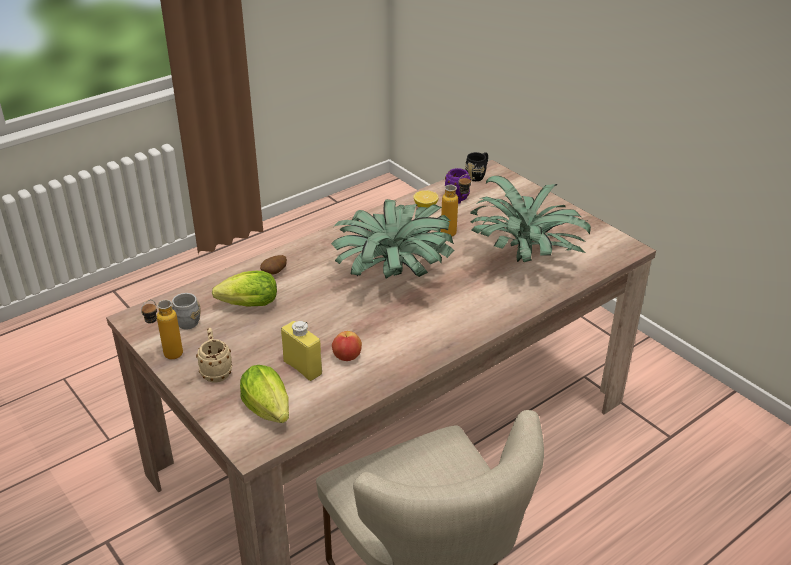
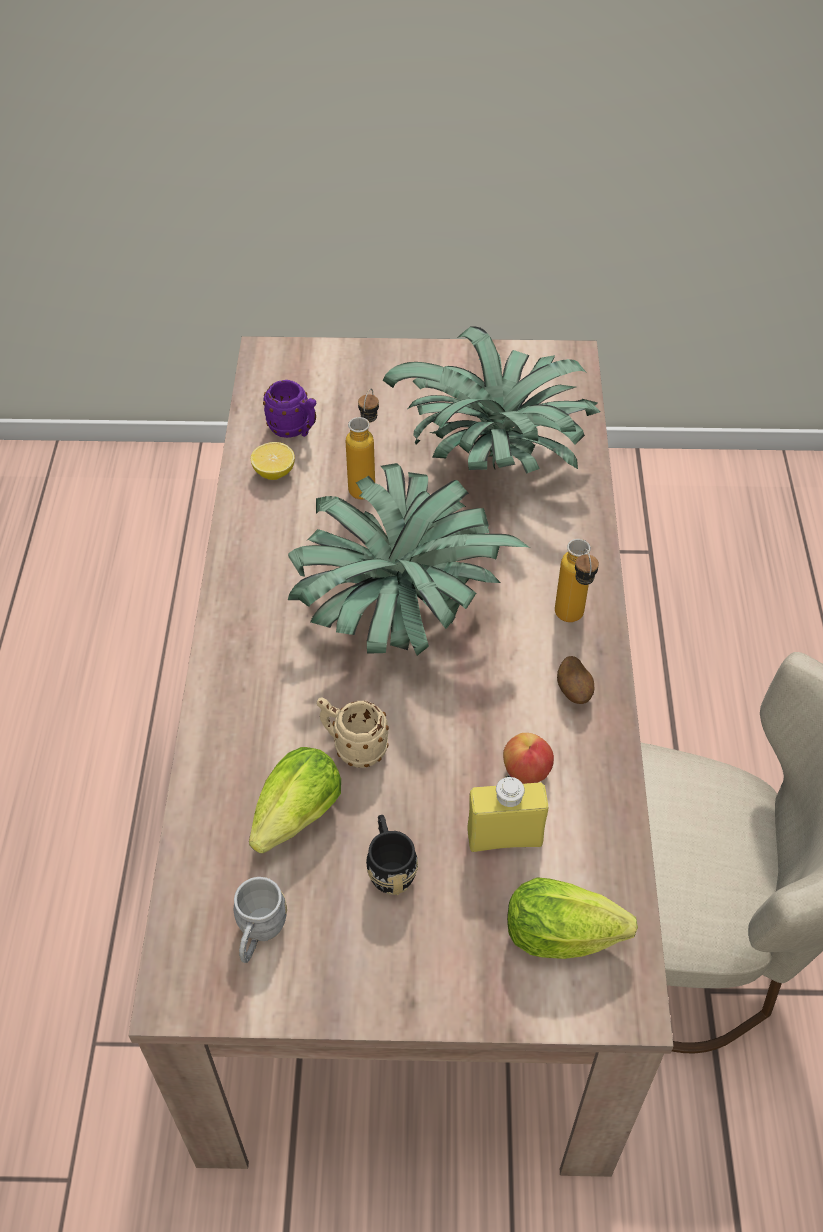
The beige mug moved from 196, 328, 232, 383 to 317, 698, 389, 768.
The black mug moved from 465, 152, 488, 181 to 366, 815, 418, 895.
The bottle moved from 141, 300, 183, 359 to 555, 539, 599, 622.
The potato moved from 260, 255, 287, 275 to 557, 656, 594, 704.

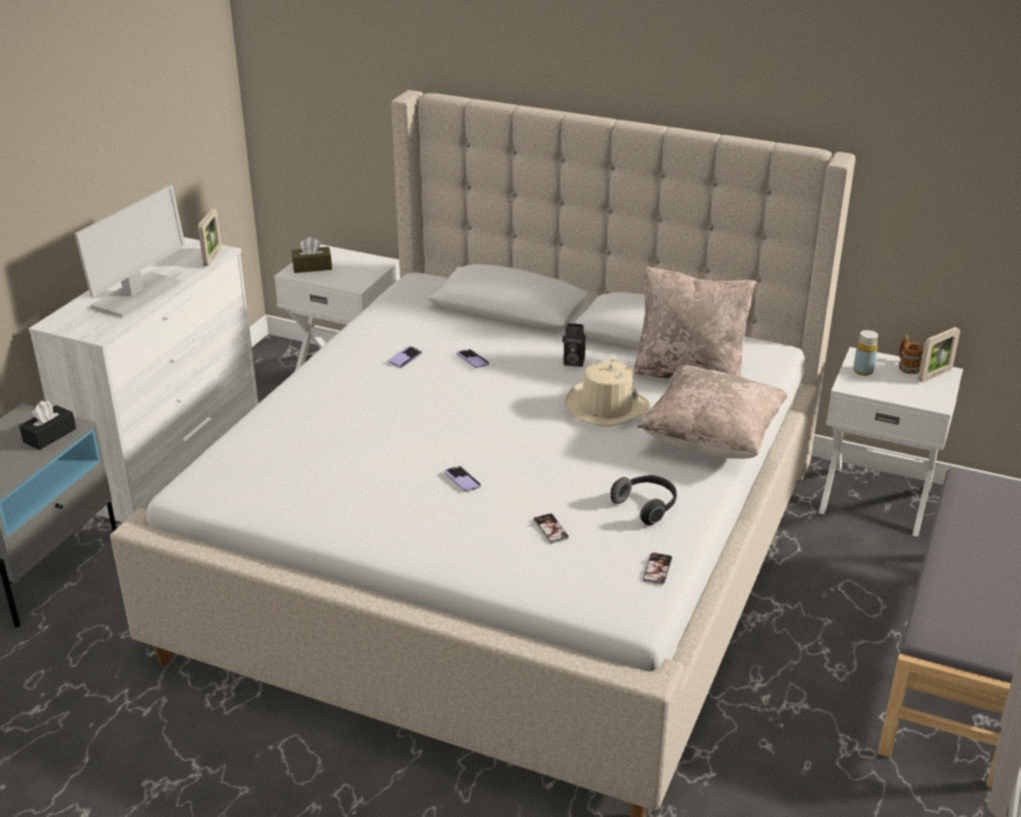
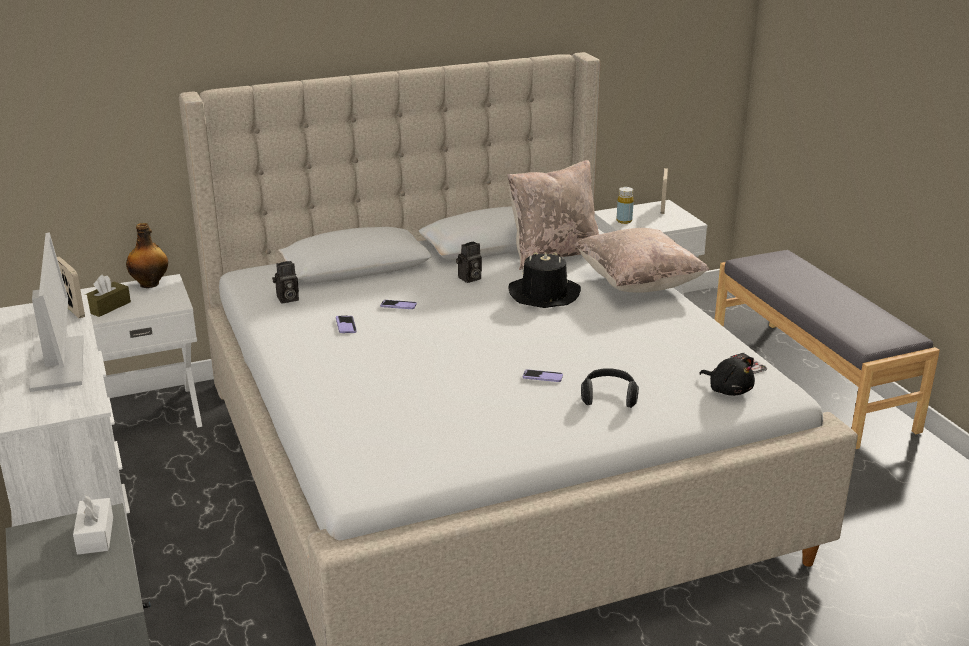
The black tissue box at 19, 401, 76, 450 became the white tissue box at 73, 495, 113, 555.
The bottle at 126, 223, 168, 288 appeared.
The photo camera at 272, 261, 299, 303 appeared.
The beige hat at 565, 358, 649, 427 became the black hat at 508, 252, 581, 308.
The headphones moved from 610, 475, 677, 525 to 581, 368, 639, 408.
The black plush toy at 699, 357, 755, 396 appeared.
The phone at 533, 513, 569, 543 disappeared.
The mug at 899, 335, 924, 374 disappeared.

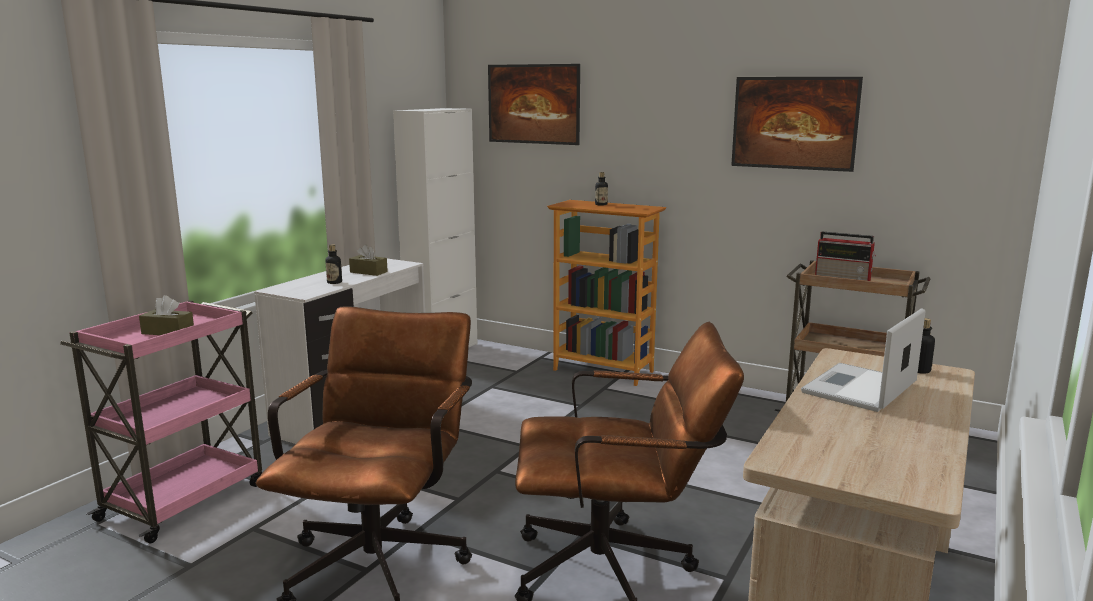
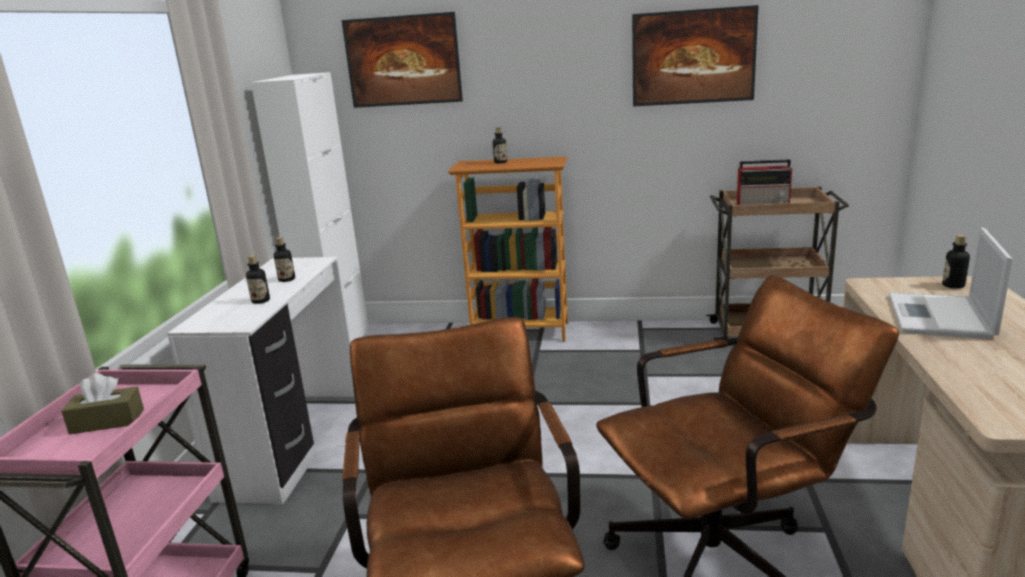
The brown tissue box at 349, 244, 388, 276 was replaced by the bottle at 274, 237, 295, 282.

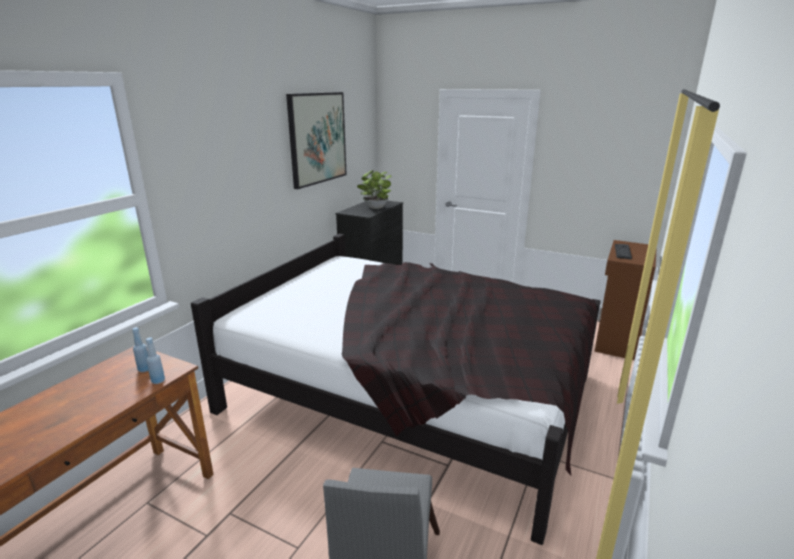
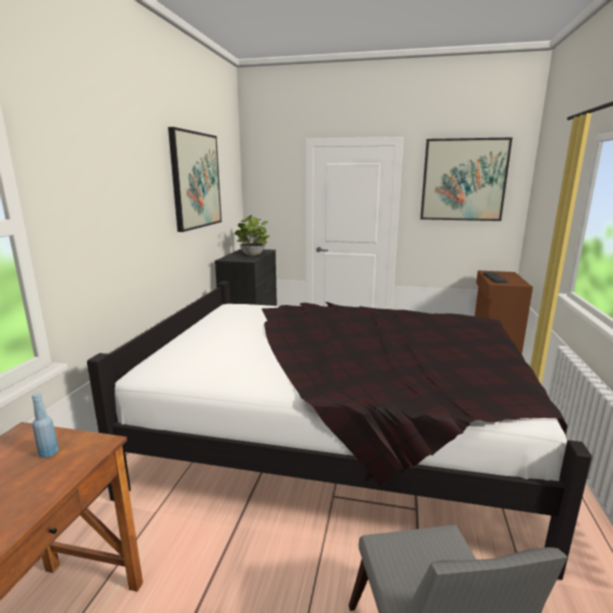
The picture at 420, 138, 512, 221 appeared.
The blue bottle at 146, 338, 165, 384 disappeared.

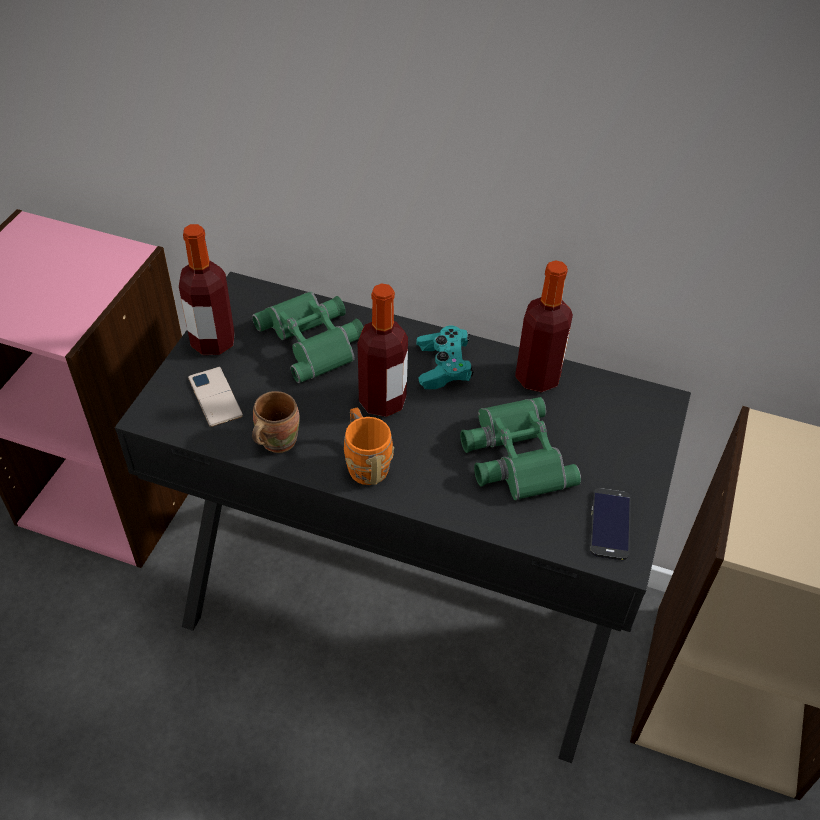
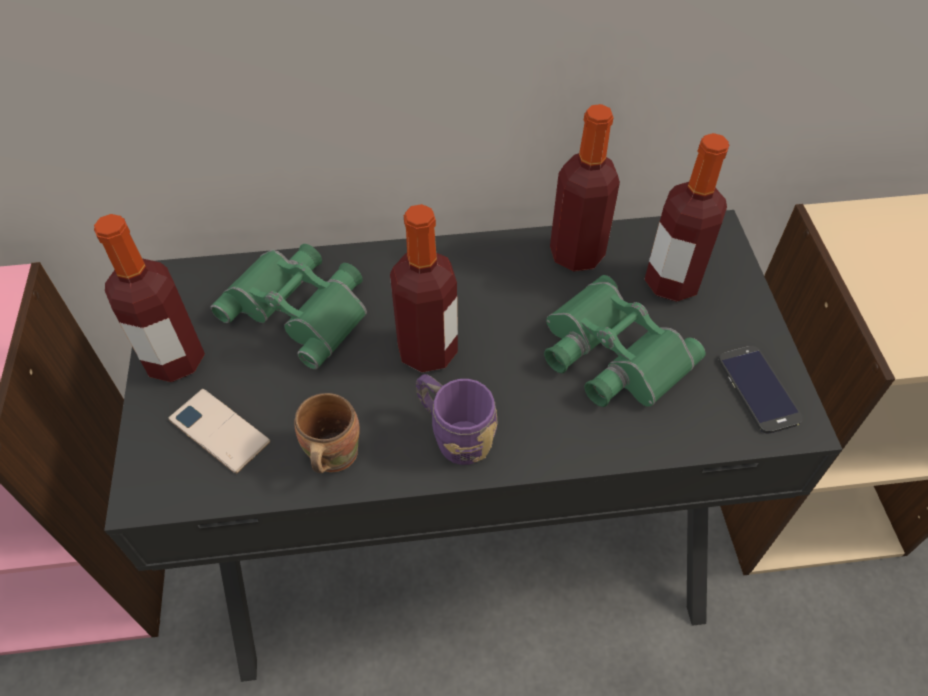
The orange mug at 344, 407, 394, 485 became the purple mug at 416, 374, 498, 465.
The bottle at 645, 133, 729, 302 appeared.
The turquoise game controller at 416, 326, 474, 389 disappeared.

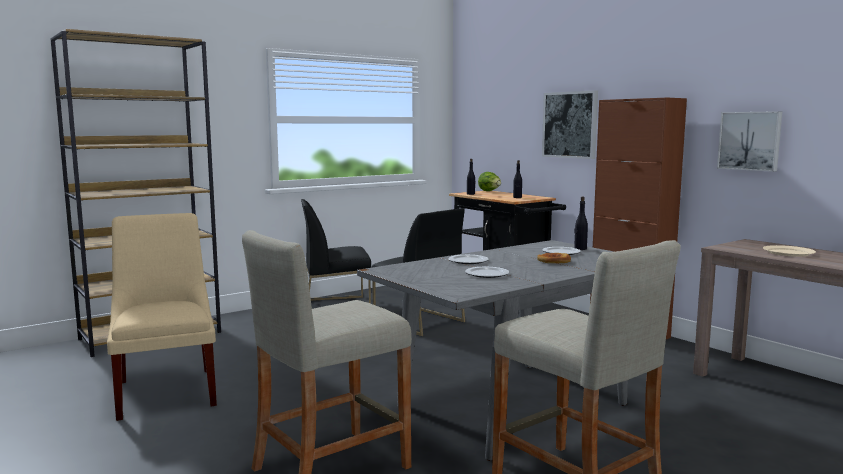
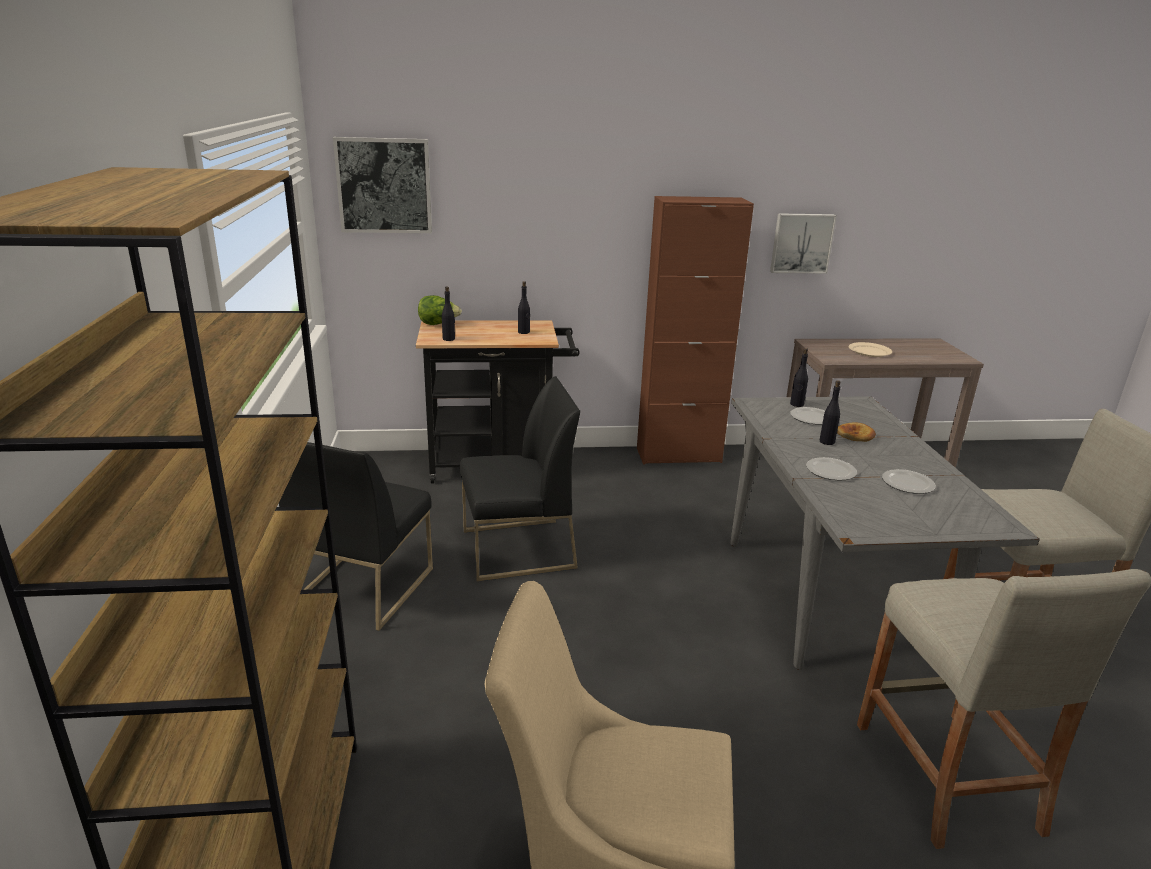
The picture moved from 542, 90, 598, 159 to 333, 137, 432, 233.
The black bottle at 820, 380, 841, 445 appeared.

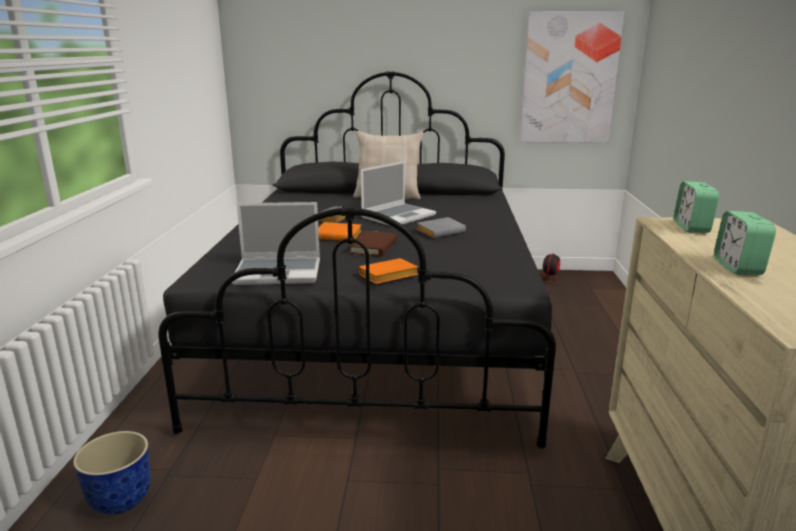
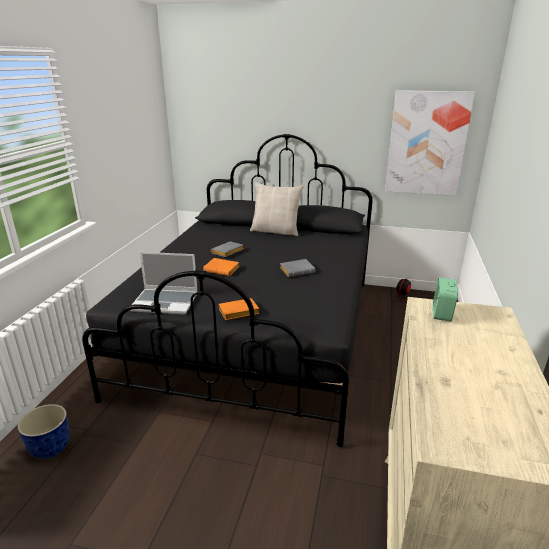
The brown book at 348, 231, 397, 257 disappeared.
The laptop at 361, 161, 436, 226 disappeared.
The alarm clock at 714, 211, 776, 275 disappeared.

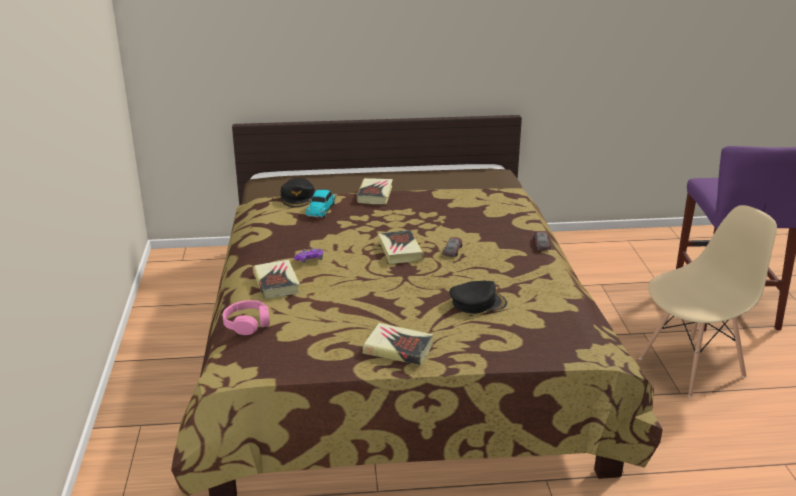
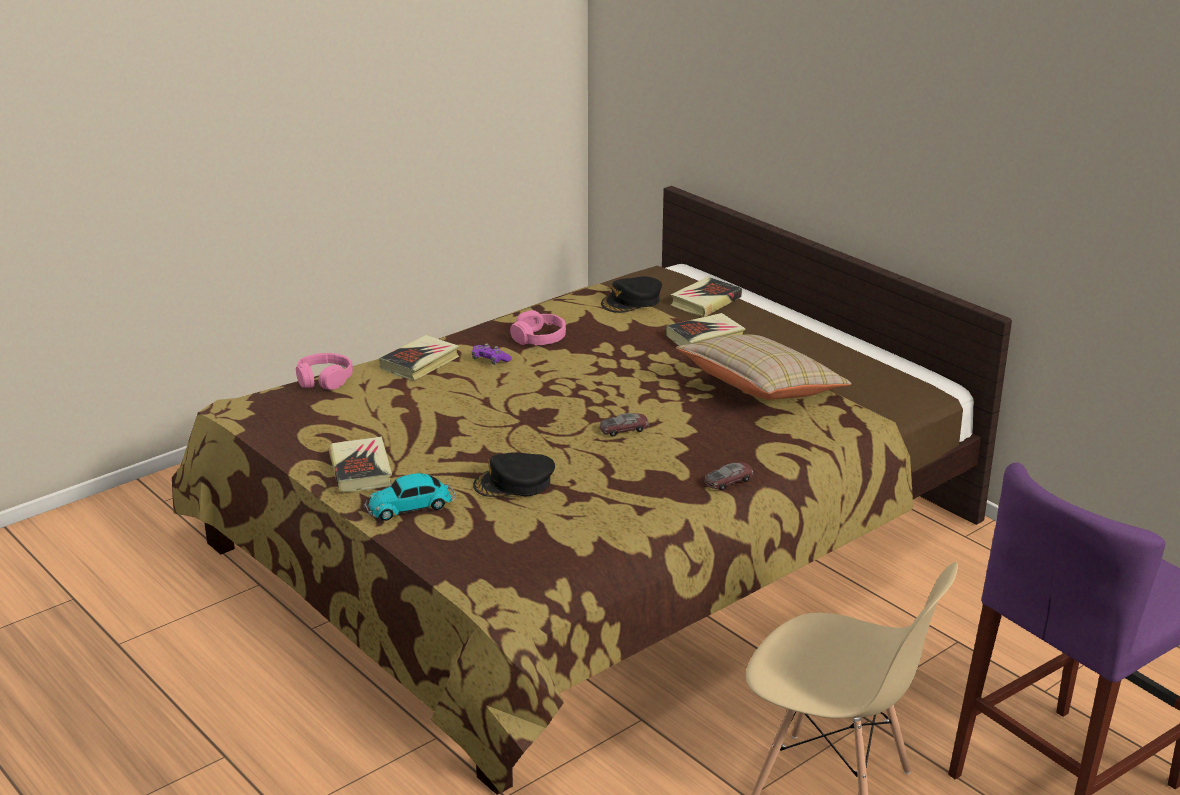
The toy car moved from 306, 189, 336, 218 to 364, 473, 456, 521.
The black cap at 449, 281, 507, 314 turned 120 degrees clockwise.
The pink headphones at 510, 310, 566, 346 appeared.
The book moved from 378, 230, 424, 264 to 671, 277, 742, 317.
The beige pillow at 676, 335, 852, 400 appeared.

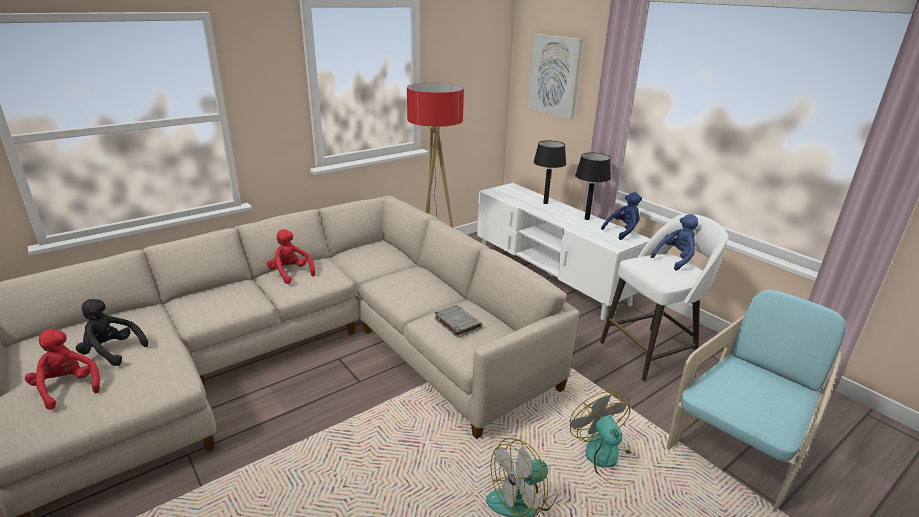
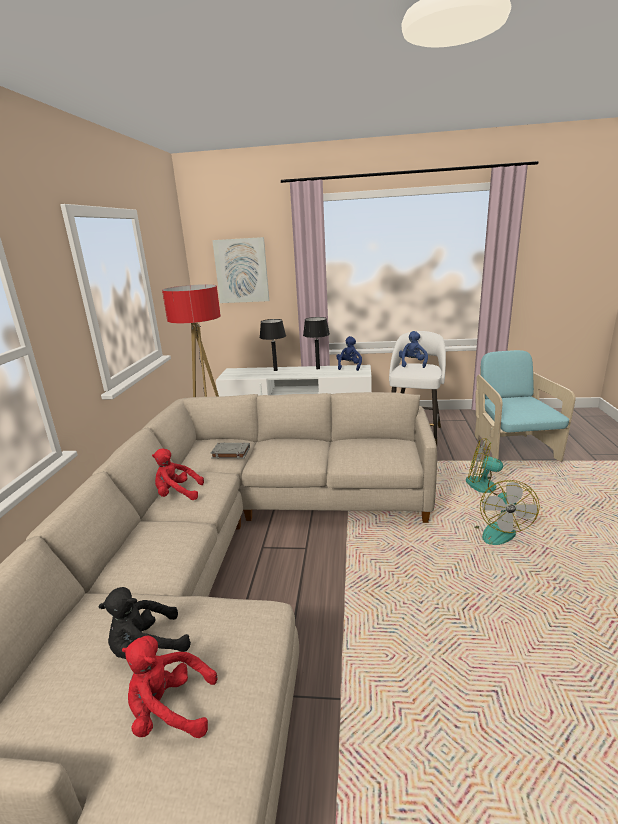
The grey book moved from 434, 304, 482, 338 to 211, 442, 250, 459.

